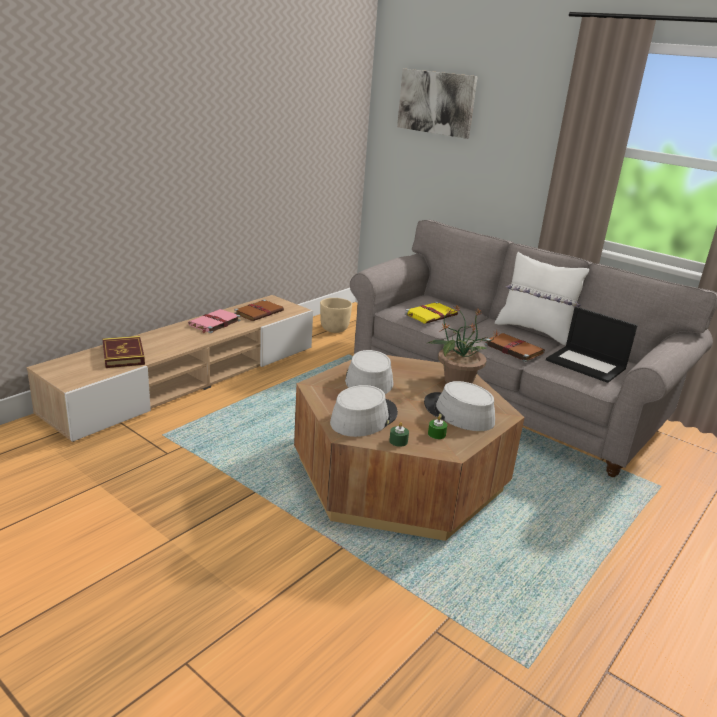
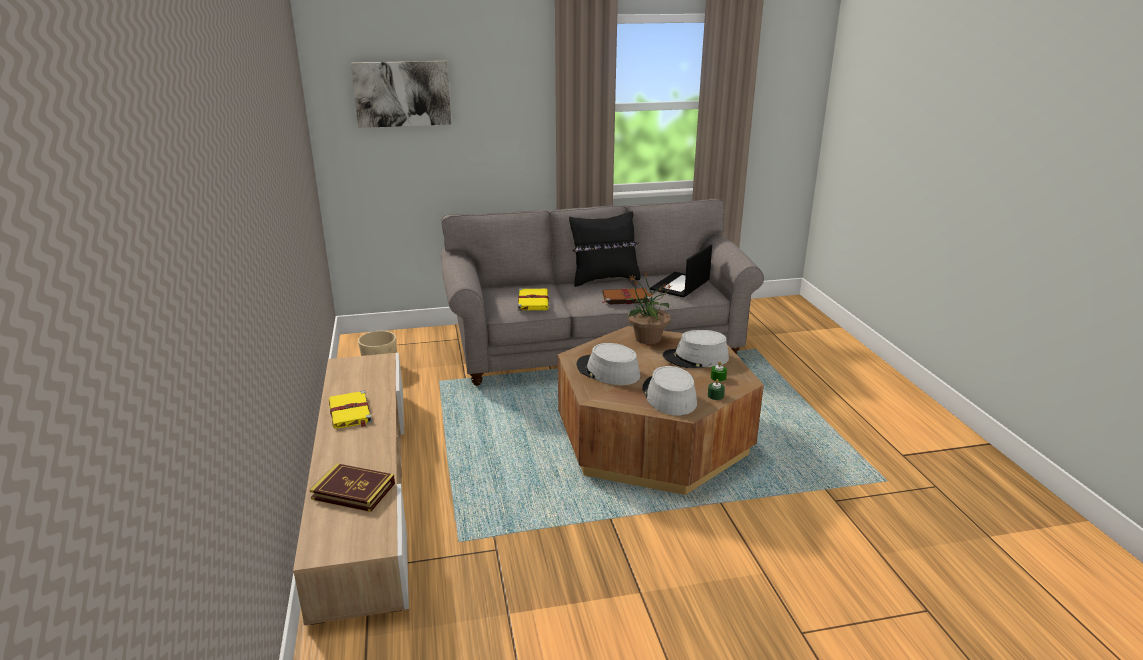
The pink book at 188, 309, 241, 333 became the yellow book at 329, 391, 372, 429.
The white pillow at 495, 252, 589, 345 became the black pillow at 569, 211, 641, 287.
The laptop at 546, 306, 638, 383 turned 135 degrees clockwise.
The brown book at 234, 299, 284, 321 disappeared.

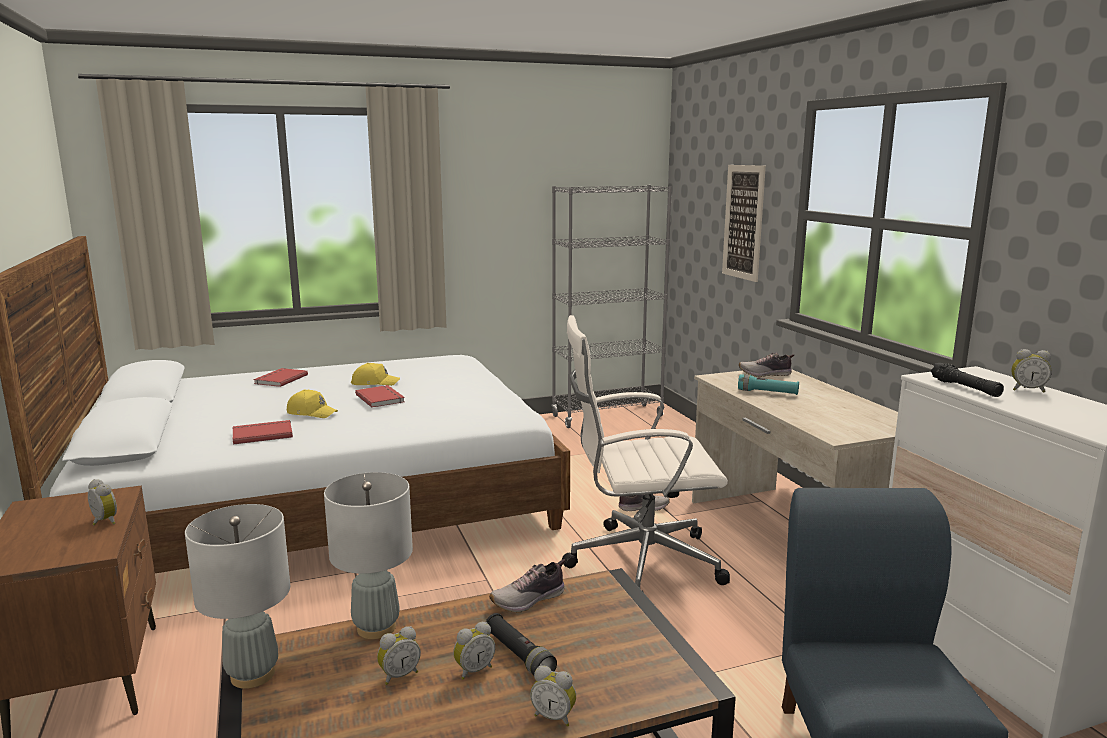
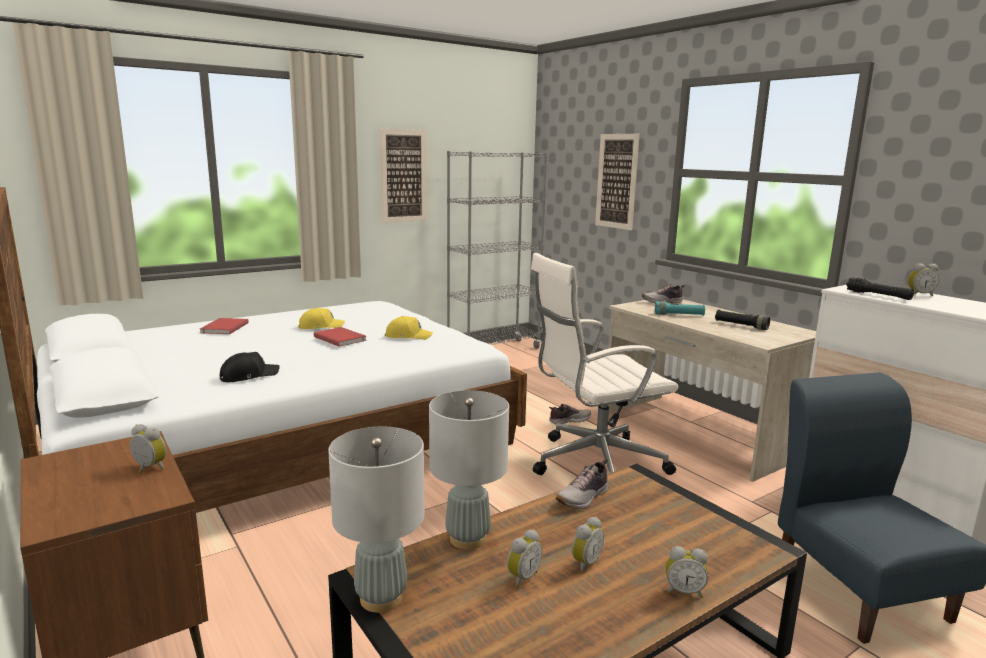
The red book at 232, 420, 293, 445 was replaced by the black cap at 220, 352, 280, 382.
The picture at 380, 129, 427, 223 appeared.
The yellow cap moved from 287, 389, 338, 418 to 385, 316, 433, 340.
The black flashlight moved from 486, 613, 557, 675 to 715, 309, 770, 330.

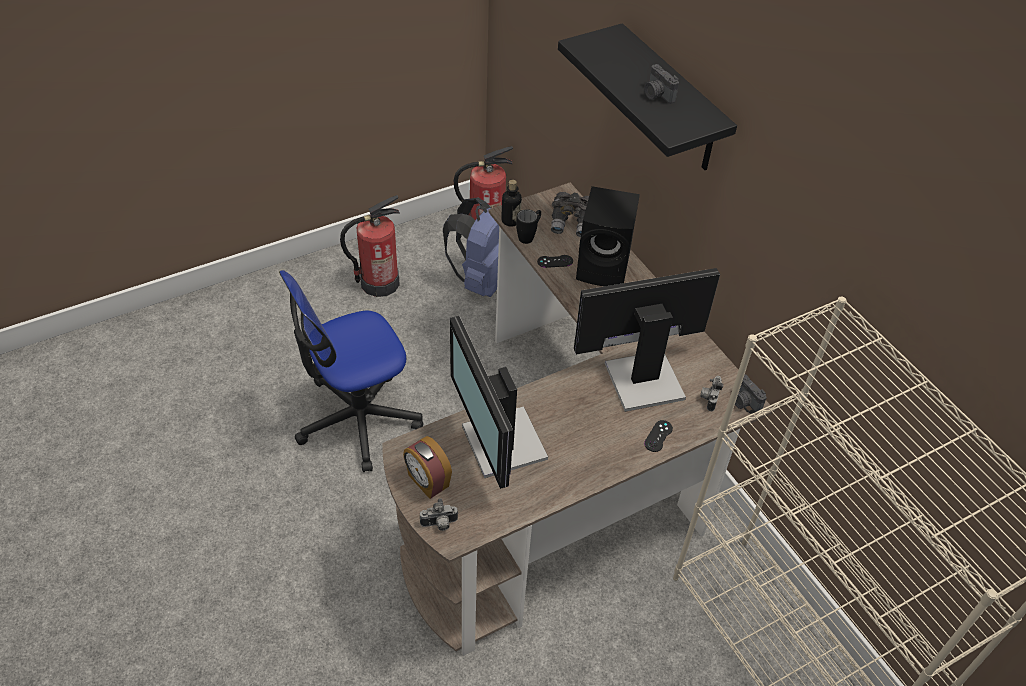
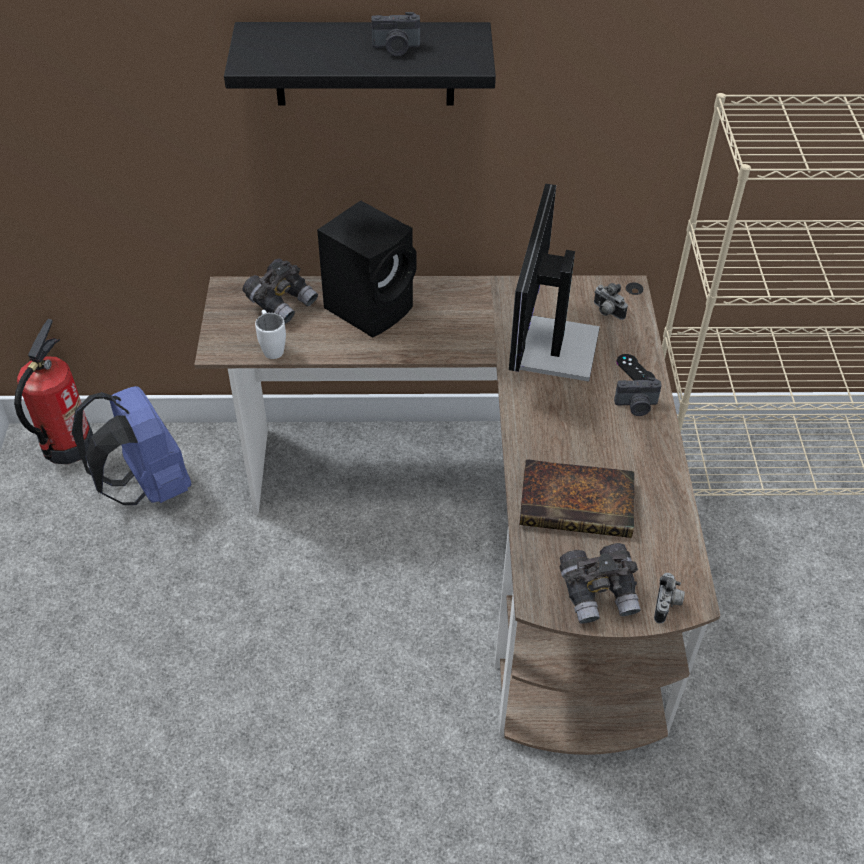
The black mug at 516, 209, 541, 244 became the white mug at 255, 310, 286, 359.
The monitor at 450, 316, 548, 489 was replaced by the book at 520, 459, 634, 538.
The alarm clock at 403, 436, 452, 499 was replaced by the grey binoculars at 560, 543, 641, 624.
The photo camera moved from 735, 374, 767, 412 to 614, 377, 662, 416.
The office chair at 279, 270, 423, 472 disappeared.
The fire extinguisher at 340, 195, 400, 297 disappeared.
The bottle at 501, 180, 522, 227 disappeared.
The black game controller at 537, 255, 573, 268 disappeared.

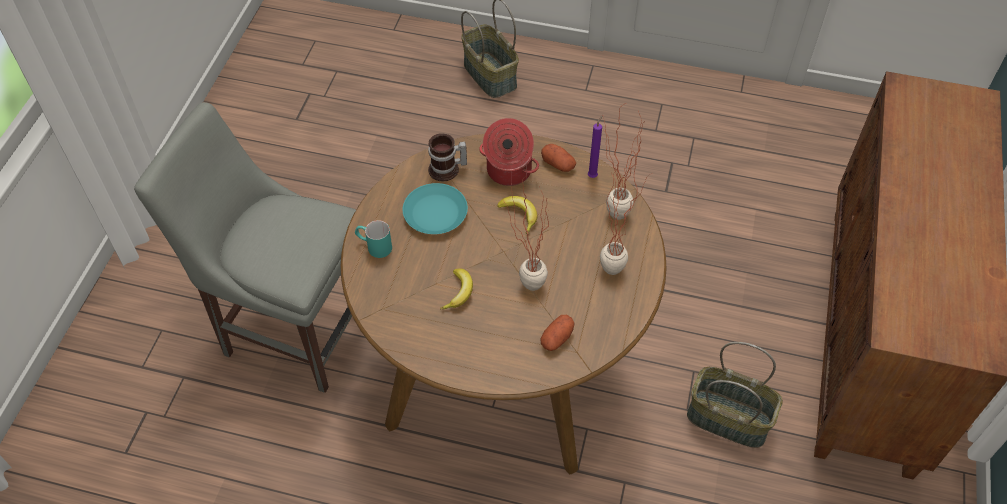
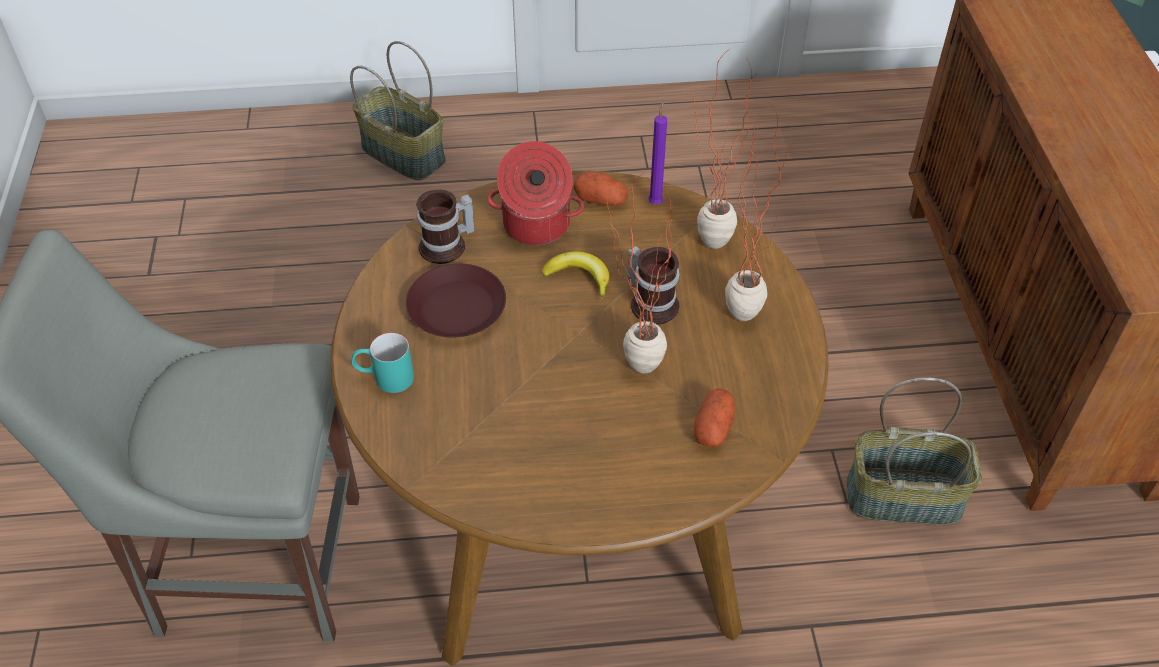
The turquoise plate at 403, 183, 468, 234 became the brown plate at 406, 264, 506, 338.
The mug at 628, 246, 680, 324 appeared.
The banana at 440, 268, 473, 310 disappeared.

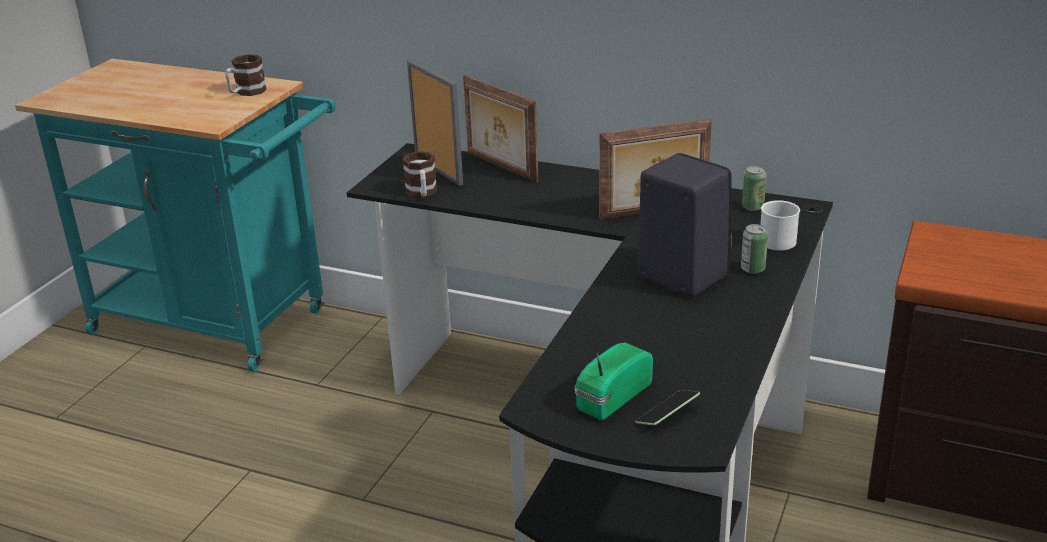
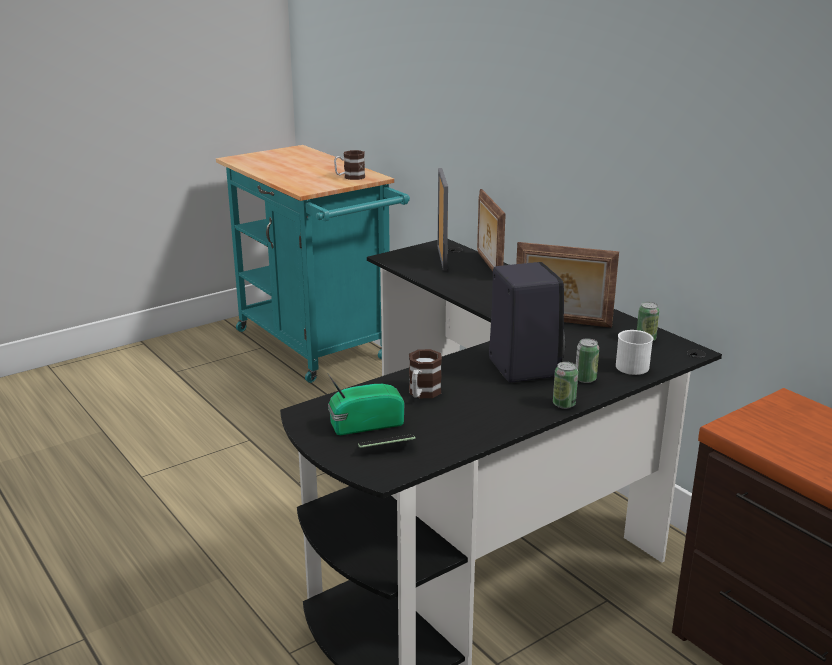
The mug moved from 402, 151, 437, 198 to 409, 349, 442, 398.
The can at 553, 362, 578, 409 appeared.

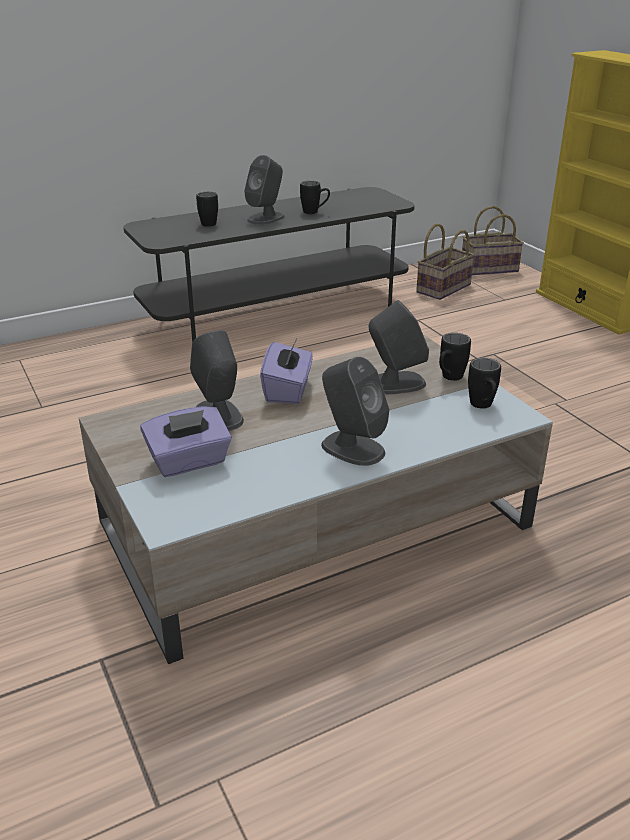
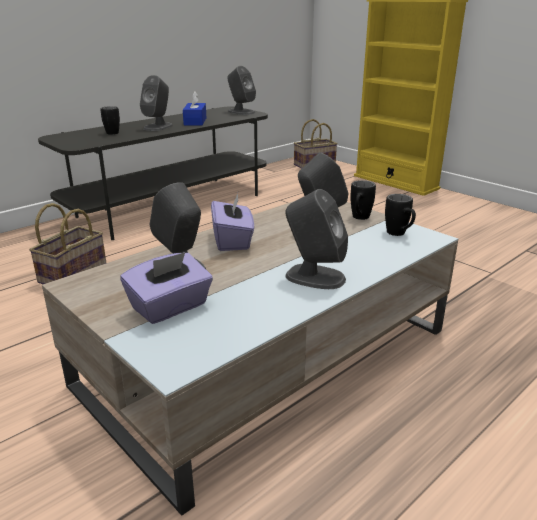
The basket moved from 416, 223, 475, 300 to 29, 203, 106, 284.
The black mug at 300, 181, 330, 214 was replaced by the blue tissue box at 183, 91, 206, 126.
The grey speaker at 227, 66, 256, 115 appeared.

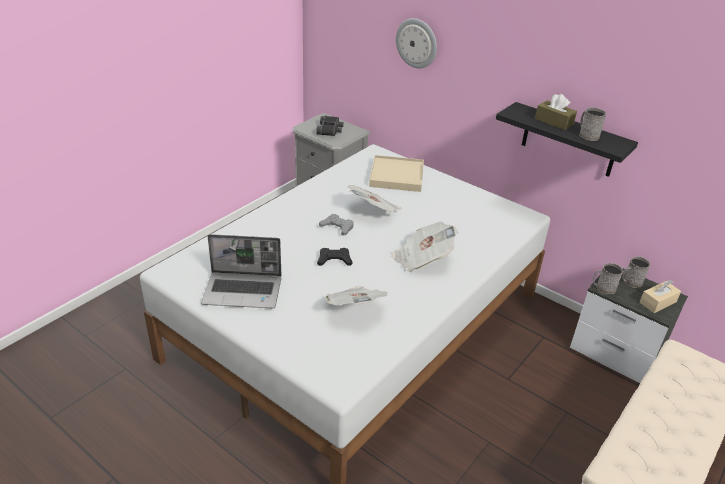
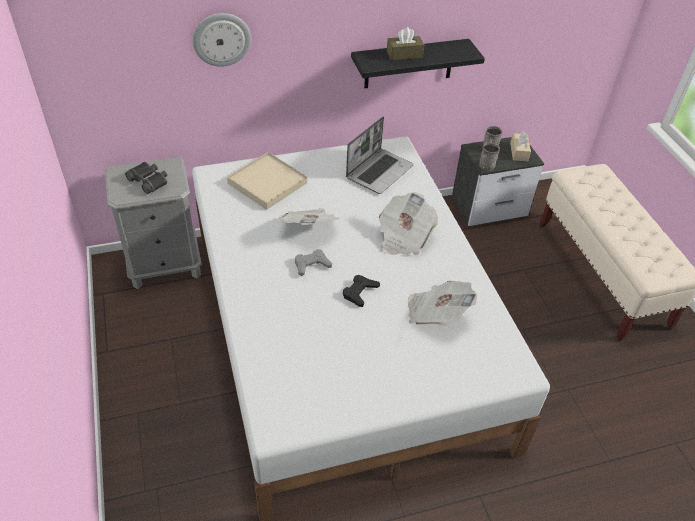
The laptop moved from 201, 234, 281, 308 to 346, 117, 414, 194.
The grey mug at 579, 107, 606, 141 disappeared.

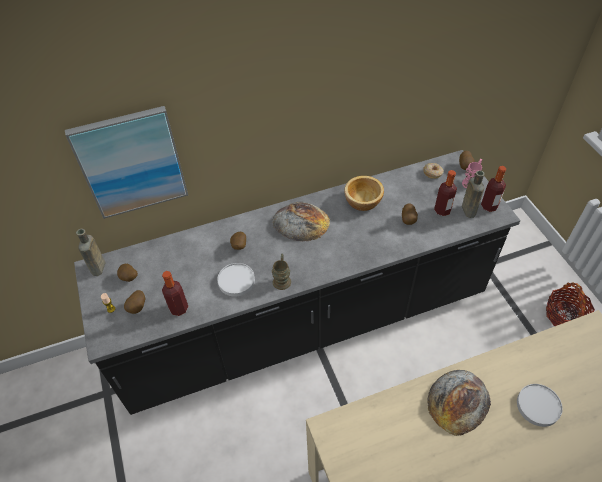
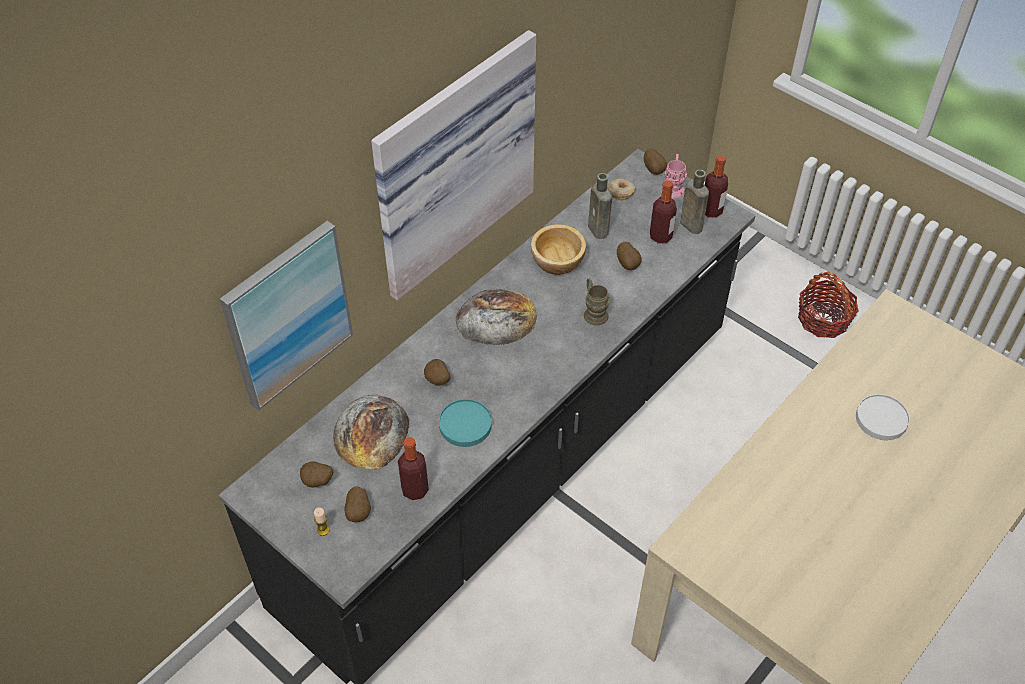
The bread moved from 427, 370, 491, 436 to 333, 394, 410, 470.
The picture at 371, 30, 536, 300 appeared.
The white plate at 217, 263, 255, 297 became the turquoise plate at 439, 399, 492, 447.
The brown mug moved from 272, 254, 291, 290 to 584, 278, 610, 325.
The brown bottle moved from 76, 229, 106, 276 to 588, 173, 612, 239.

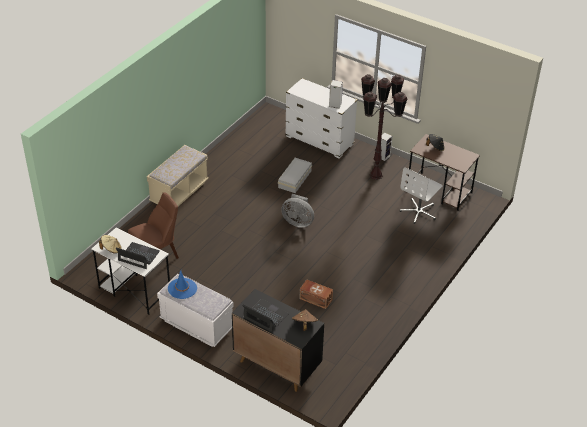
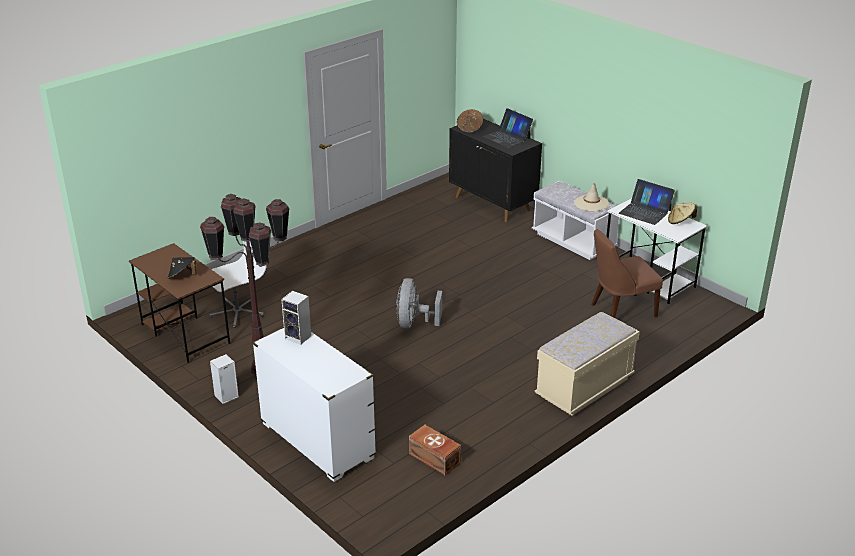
The grey fan at 281, 194, 314, 228 turned 120 degrees counterclockwise.
The brown storage box moved from 299, 279, 333, 309 to 409, 425, 461, 475.
The blue hat at 168, 271, 197, 299 became the beige hat at 574, 183, 609, 211.
The white storage box at 278, 158, 312, 193 disappeared.

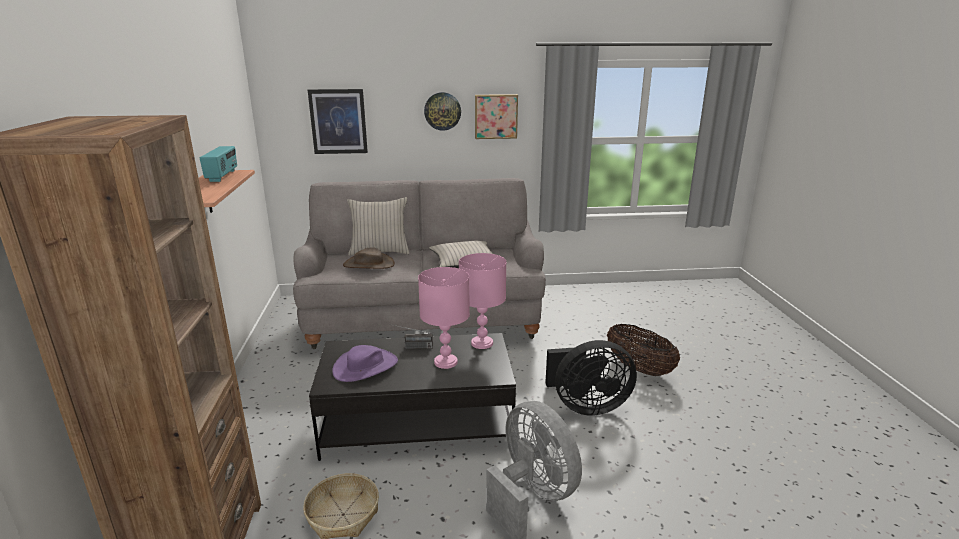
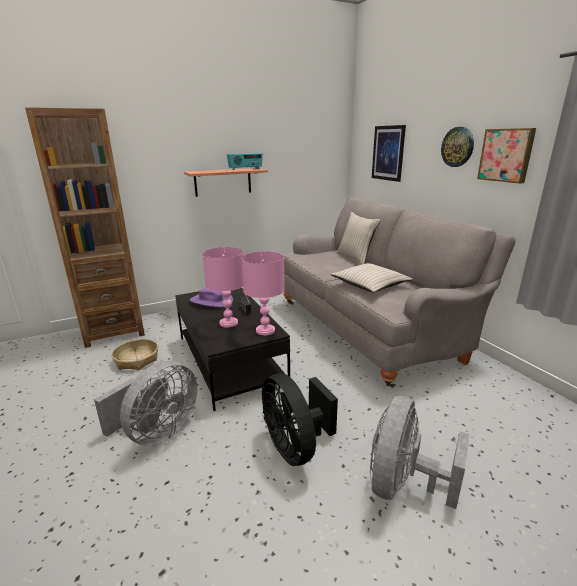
The basket at 607, 324, 680, 376 was replaced by the grey fan at 370, 396, 470, 509.
The brown hat at 343, 247, 395, 269 disappeared.

